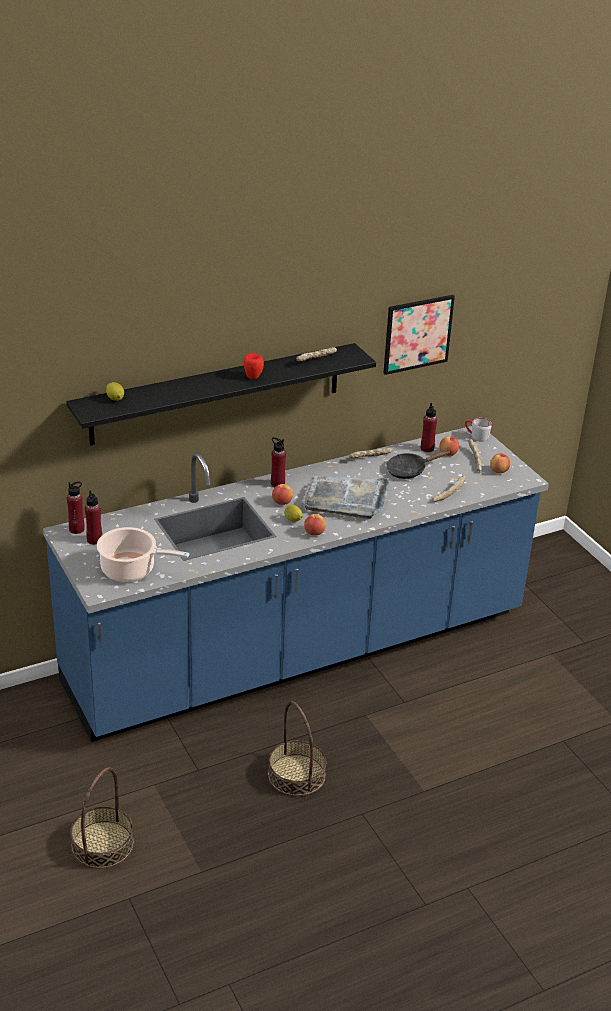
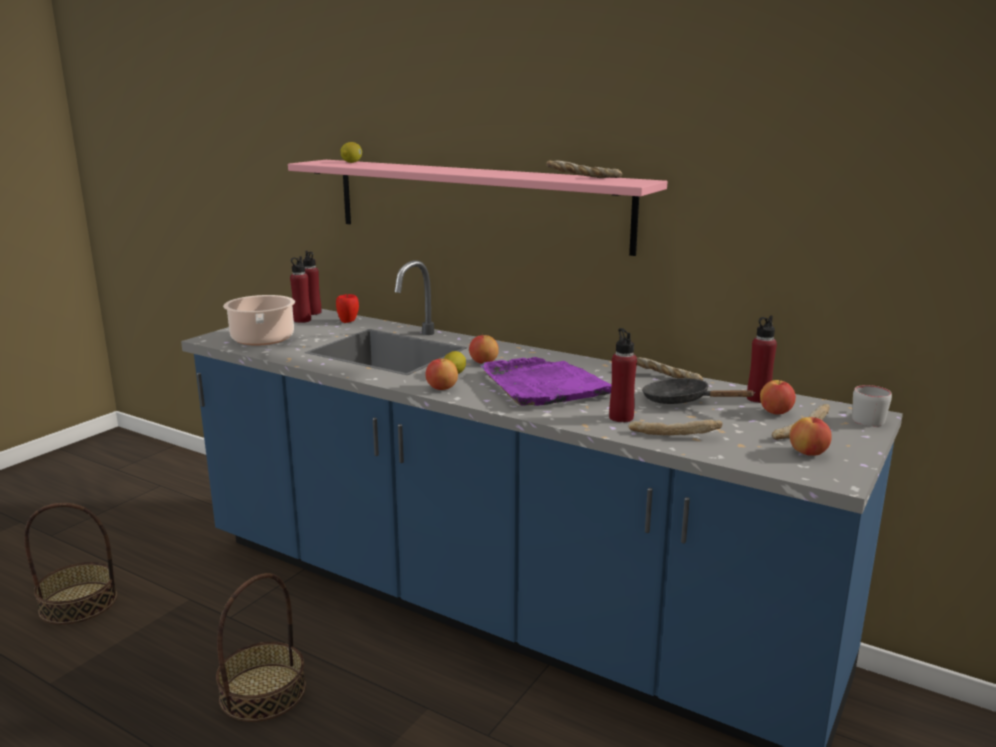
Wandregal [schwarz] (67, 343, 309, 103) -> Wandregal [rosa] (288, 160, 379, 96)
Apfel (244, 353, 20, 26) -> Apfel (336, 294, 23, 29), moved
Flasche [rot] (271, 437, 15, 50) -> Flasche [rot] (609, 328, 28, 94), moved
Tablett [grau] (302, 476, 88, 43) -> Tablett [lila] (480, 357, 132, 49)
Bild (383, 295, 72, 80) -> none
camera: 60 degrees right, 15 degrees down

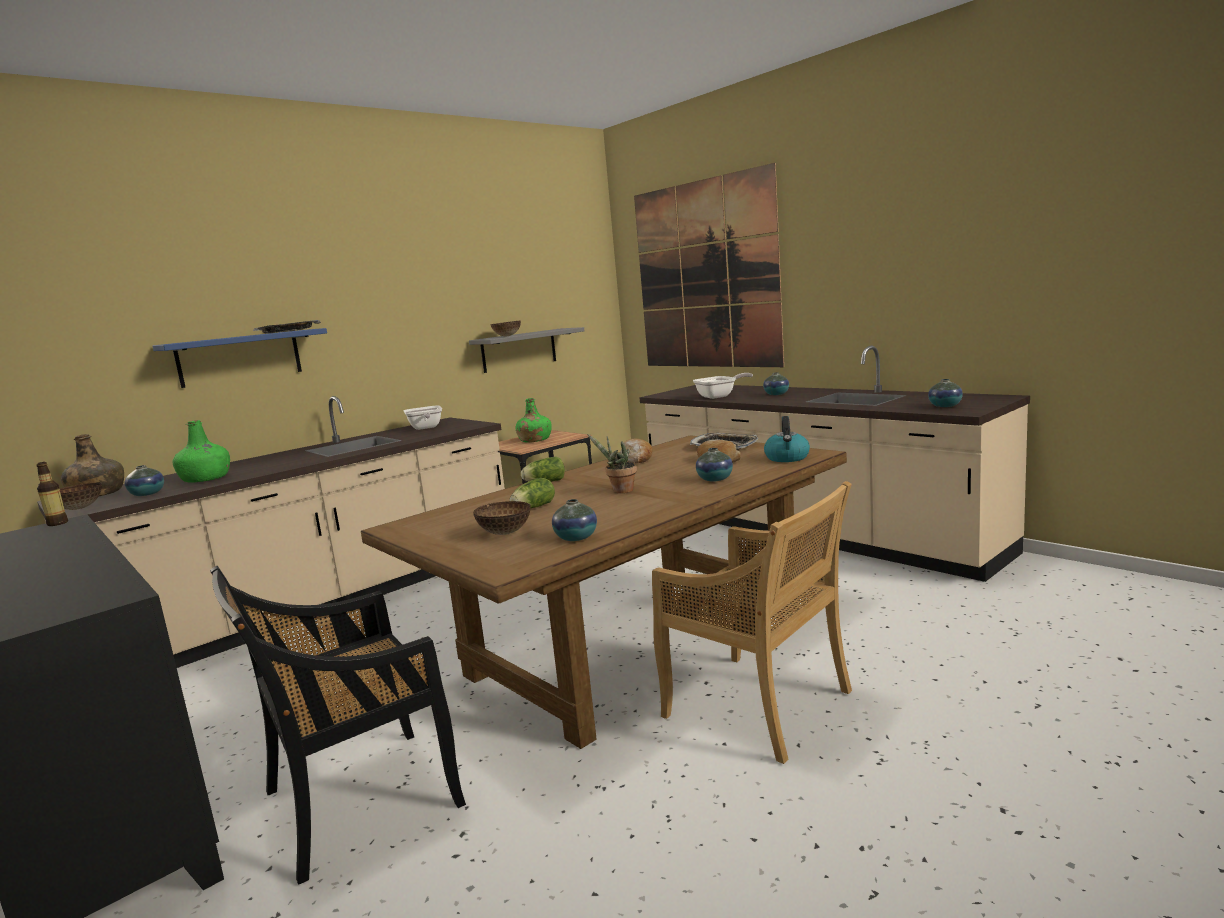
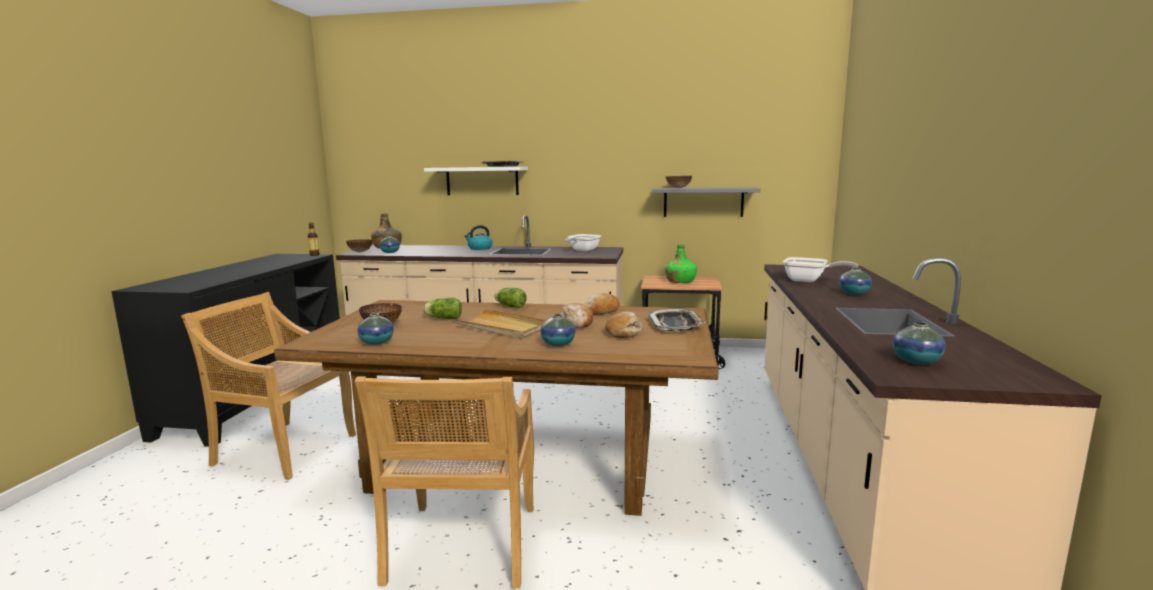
Wandregal [blau] (152, 328, 175, 60) -> Wandregal [weiß] (424, 167, 104, 28)
Flasche [grün] (172, 420, 58, 63) -> none
Stuhl [schwarz] (210, 566, 256, 319) -> Stuhl [beige] (181, 292, 175, 188)
Topfpflanze (587, 434, 50, 59) -> Tablett [beige] (451, 308, 96, 31)
Bild (634, 163, 150, 204) -> none
Wasserkessel (764, 416, 46, 46) -> Wasserkessel (464, 225, 29, 25), moved
none -> Brot (561, 303, 32, 25)
camera: 50 degrees right, 0 degrees up

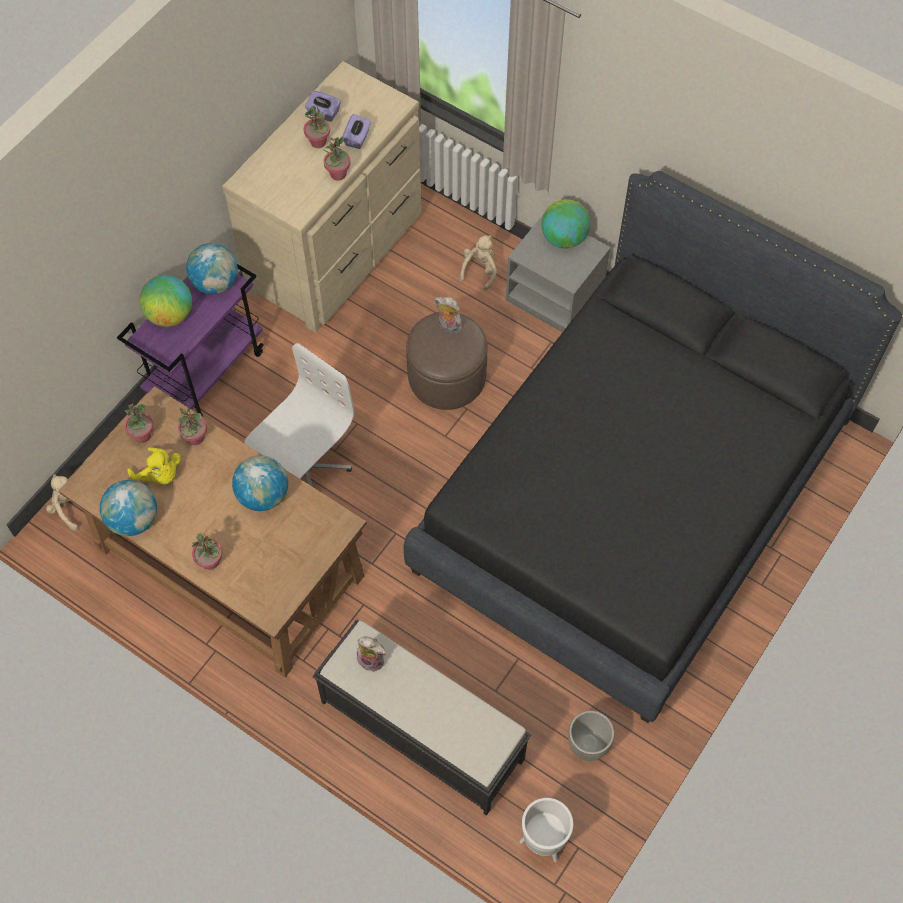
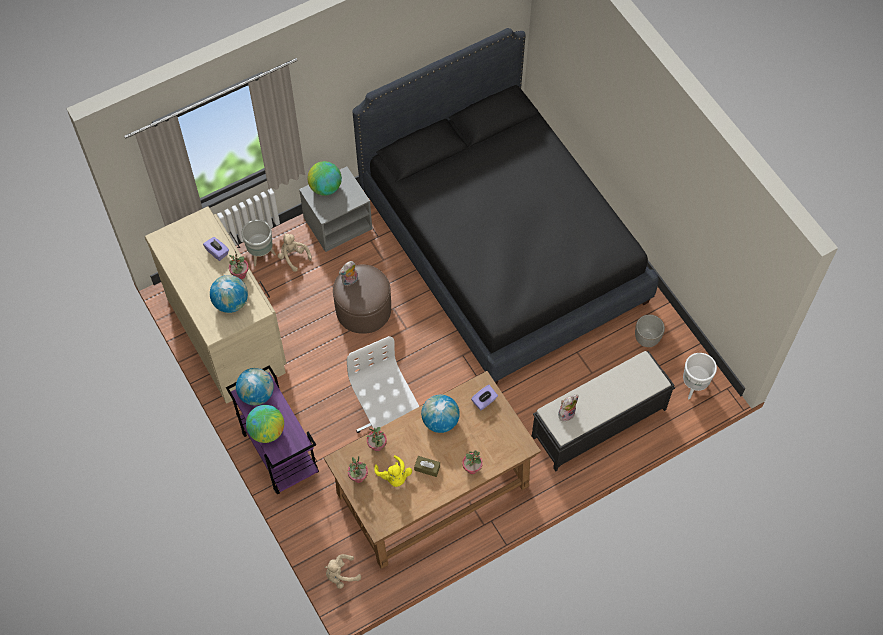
Globus (100, 480, 57, 56) -> Globus (210, 275, 38, 38), moved
Plüschtier [gelb] (127, 447, 54, 38) -> Plüschtier [gelb] (374, 455, 38, 32), 90 degrees clockwise
Topfpflanze (304, 105, 26, 43) -> none
Taschentuchbox [lila] (305, 91, 36, 31) -> Taschentuchbox [lila] (471, 385, 27, 25), moved
none -> Pflanzkübel [grau] (241, 220, 35, 46)
none -> Taschentuchbox [braun] (414, 456, 26, 21)
camera: 65 degrees left, 0 degrees up

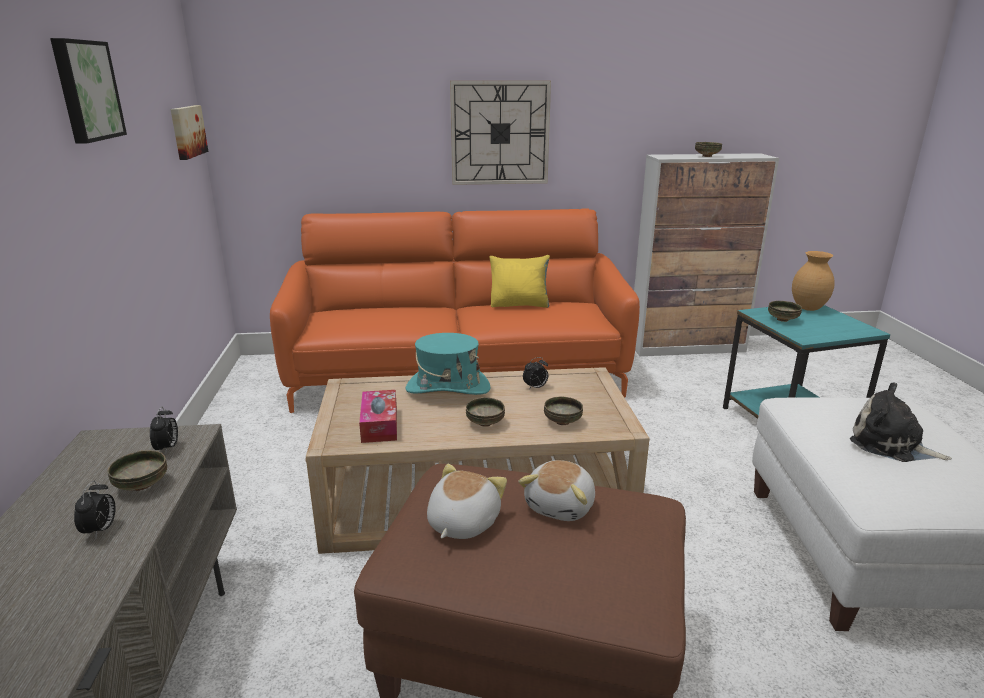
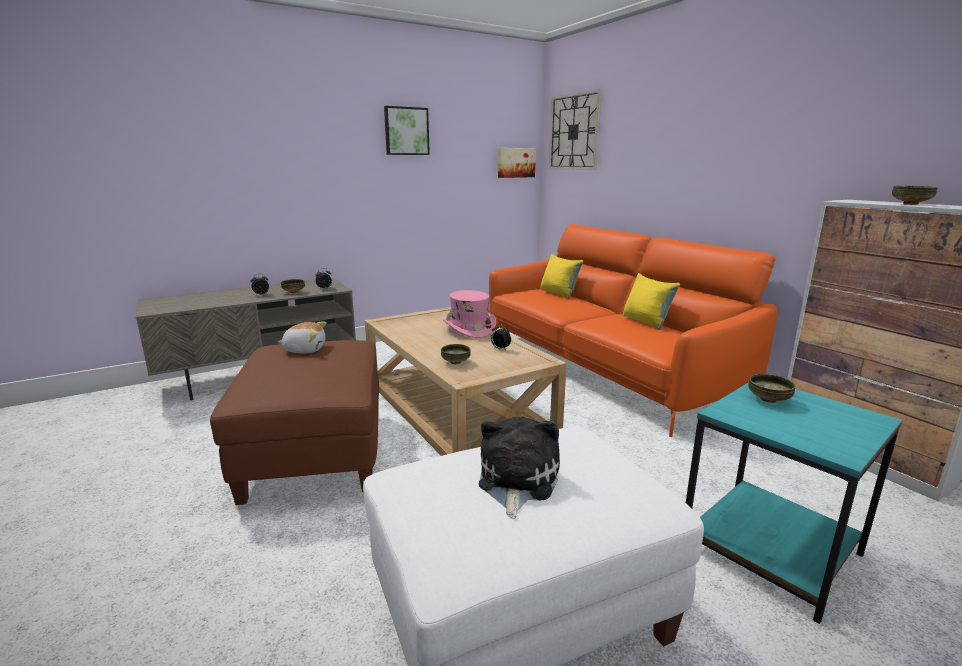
Taschentuchbox (359, 390, 38, 53) -> none
Hut [türkis] (406, 333, 85, 62) -> Hut [rosa] (443, 290, 53, 48)
Wanduhr (450, 80, 101, 105) -> Wanduhr (549, 89, 53, 81), moved
Schüssel (466, 398, 39, 29) -> none
Plüschtier (518, 460, 77, 61) -> none
Vase [braun] (792, 251, 43, 60) -> none
none -> Kissen [gelb] (540, 254, 43, 45)
camera: 65 degrees right, 5 degrees down

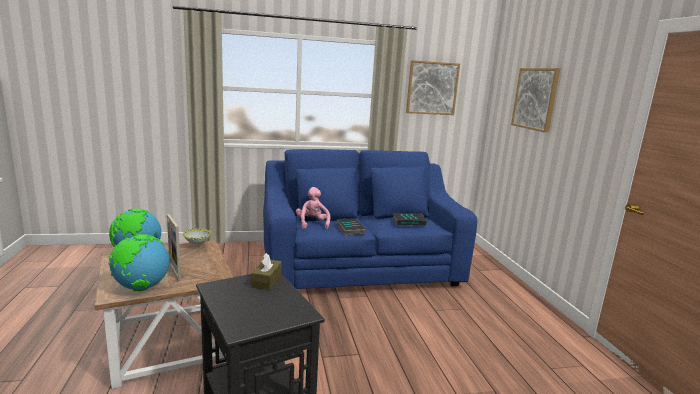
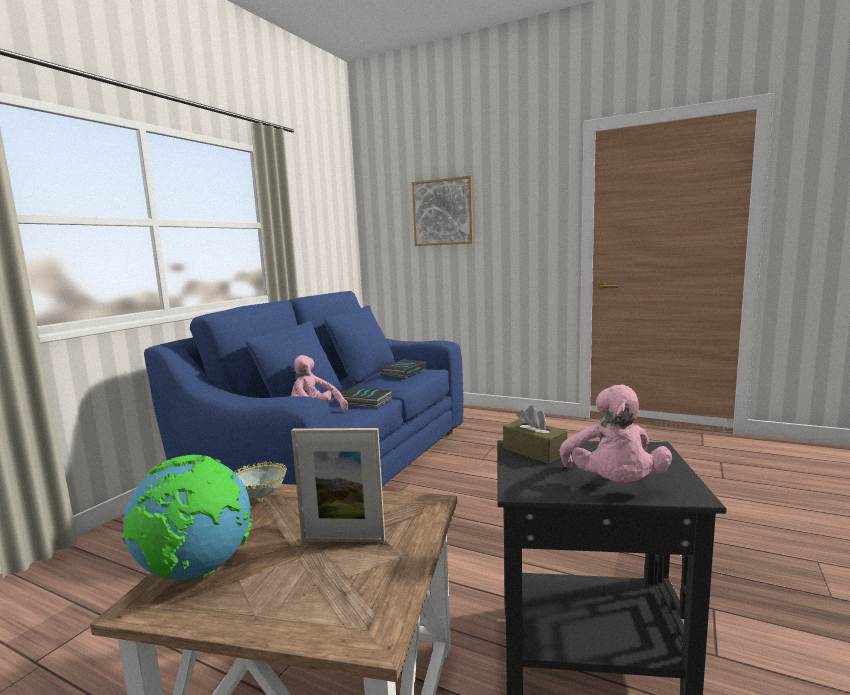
Globus (109, 234, 60, 57) -> none
Bild (406, 60, 54, 55) -> none
none -> Plüschtier [rosa] (559, 384, 113, 98)
camera: 50 degrees left, 5 degrees down

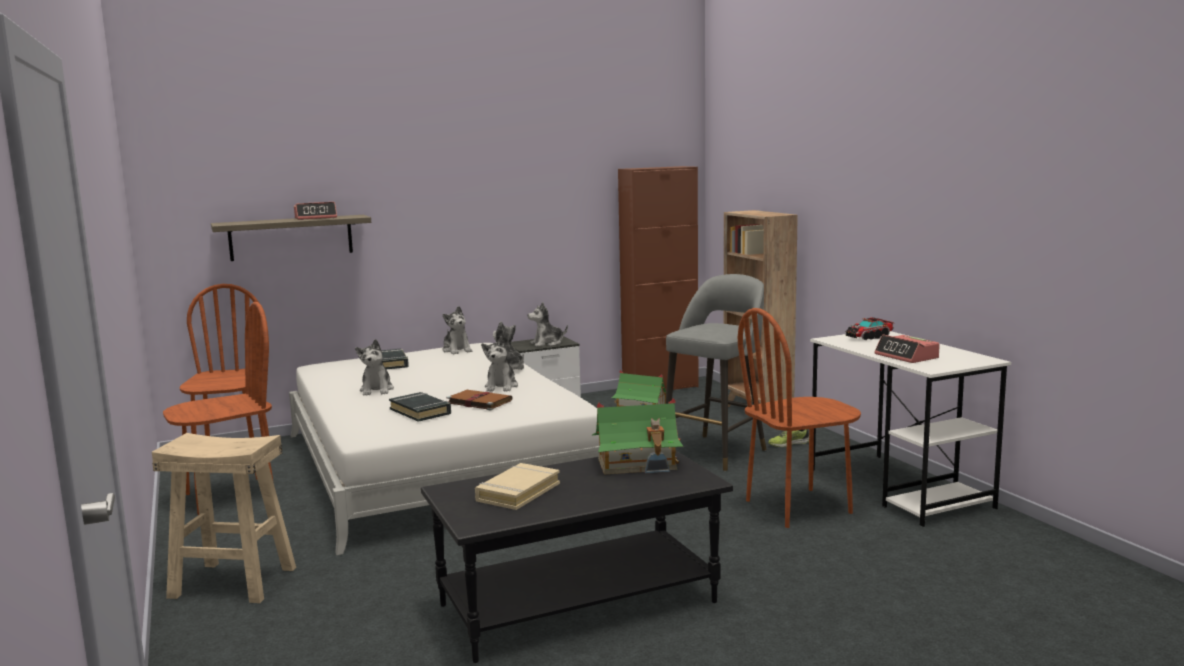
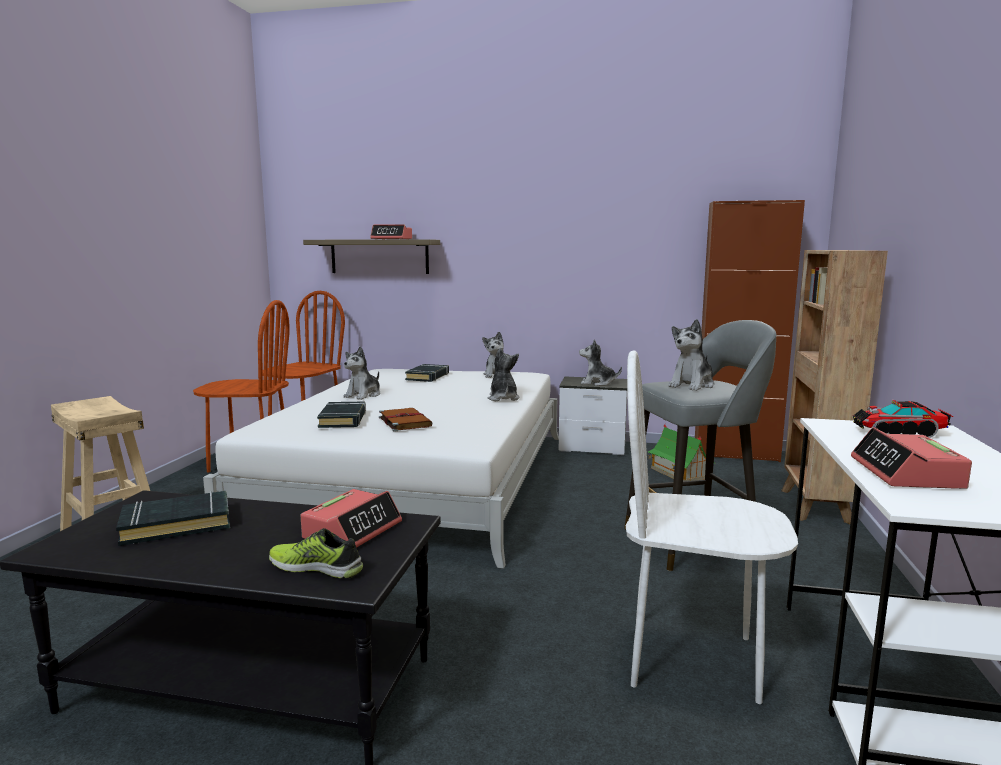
Buch [beige] (475, 463, 85, 47) -> Buch [schwarz] (116, 491, 114, 55)
Plüschtier (481, 336, 37, 56) -> Plüschtier (668, 319, 47, 72), moved
Spielzeughaus (592, 398, 92, 76) -> Wecker (301, 489, 101, 59)
Stuhl [braun] (738, 308, 123, 220) -> Stuhl [weiß] (626, 350, 172, 354)
Schuh (768, 429, 41, 18) -> Schuh (269, 528, 94, 50), moved
camera: 35 degrees right, 0 degrees up

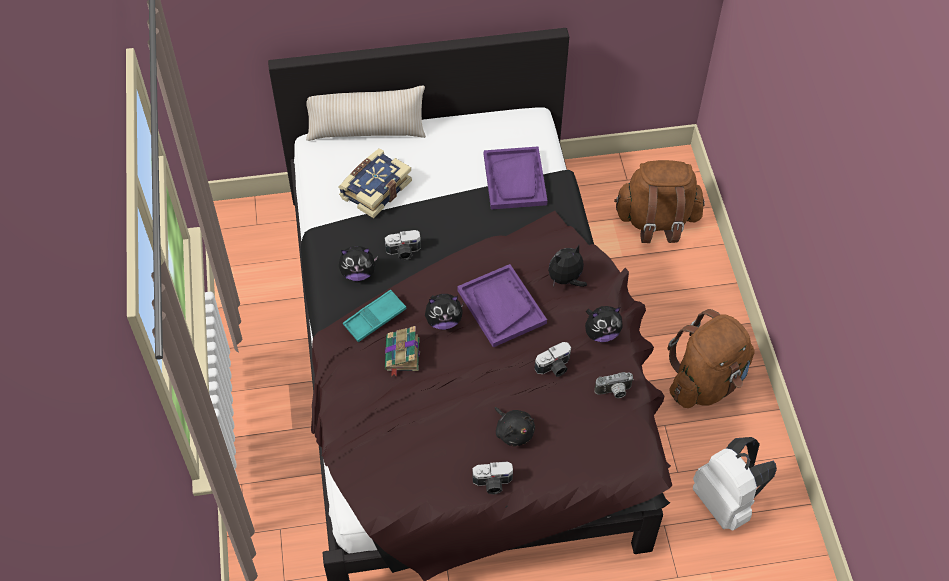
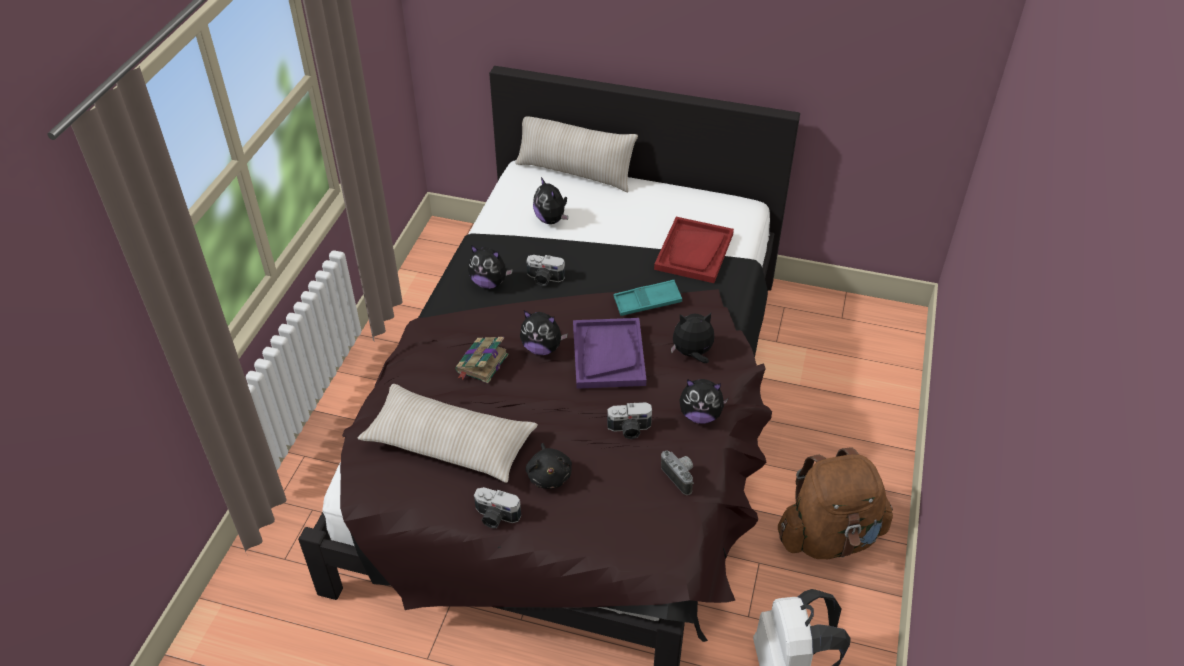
Buch (339, 148, 73, 70) -> Plüschtier (533, 177, 35, 47)
Tablett [türkis] (343, 290, 63, 52) -> Tablett [türkis] (614, 280, 68, 36), moved
Tablett [lila] (484, 146, 63, 63) -> Tablett [rot] (654, 217, 80, 66)
Kamera (594, 372, 40, 26) -> Kamera (661, 451, 33, 44), 135 degrees counterclockwise
Rucksack [braun] (614, 160, 91, 83) -> none
none -> Kissen [beige] (358, 384, 180, 99)
camera: 25 degrees right, 10 degrees down

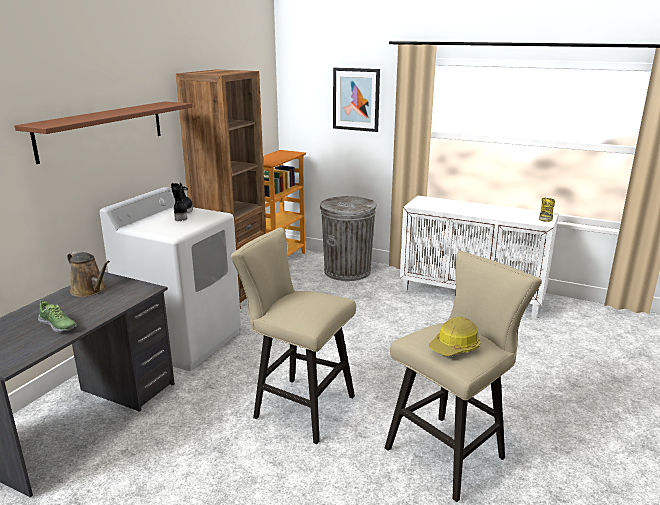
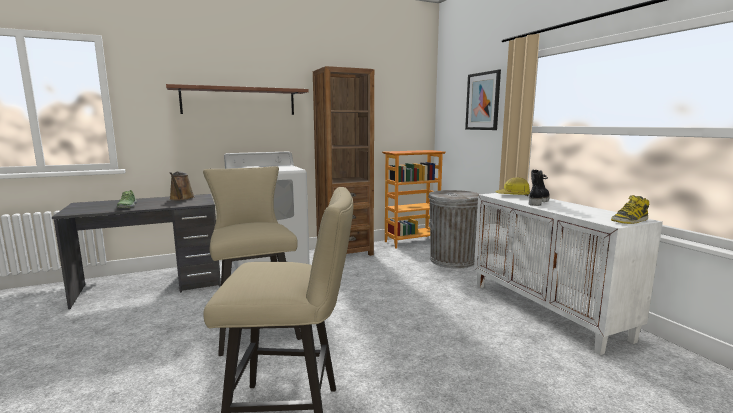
Stiefel [schwarz] (171, 182, 22, 39) -> Stiefel [schwarz] (529, 170, 21, 36), moved
Schutzhelm (429, 317, 51, 39) -> Schutzhelm (495, 177, 35, 19), moved
camera: 40 degrees right, 10 degrees down

